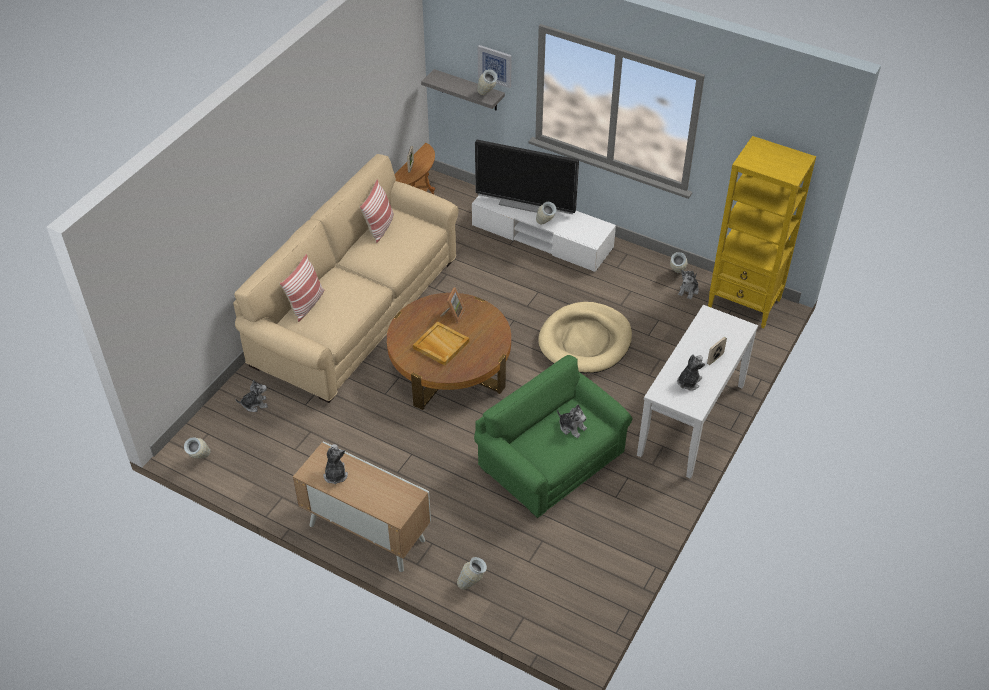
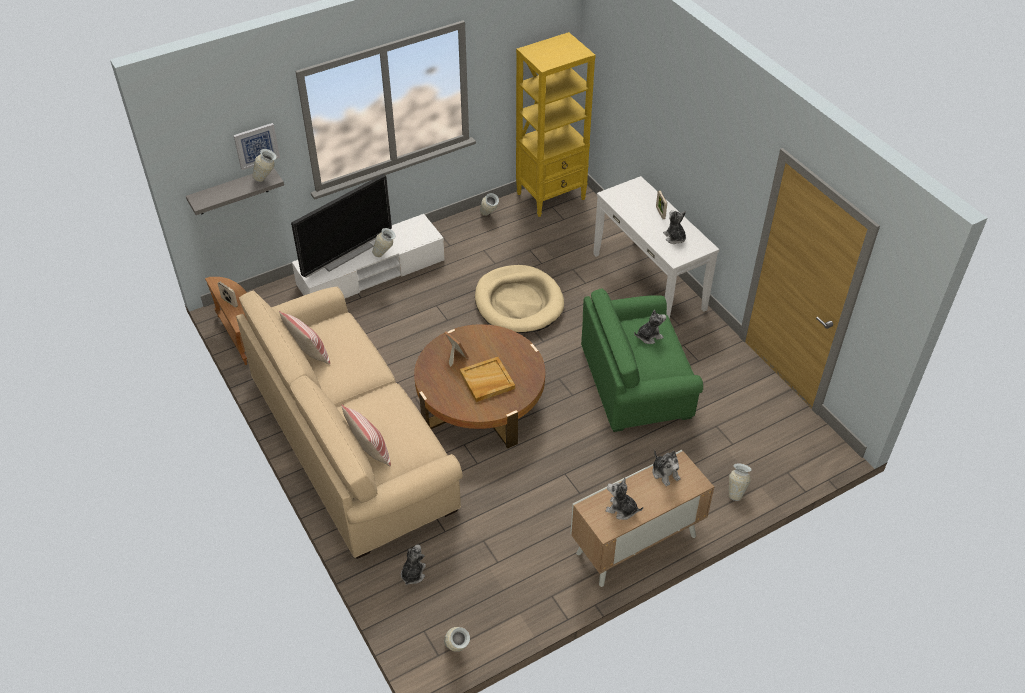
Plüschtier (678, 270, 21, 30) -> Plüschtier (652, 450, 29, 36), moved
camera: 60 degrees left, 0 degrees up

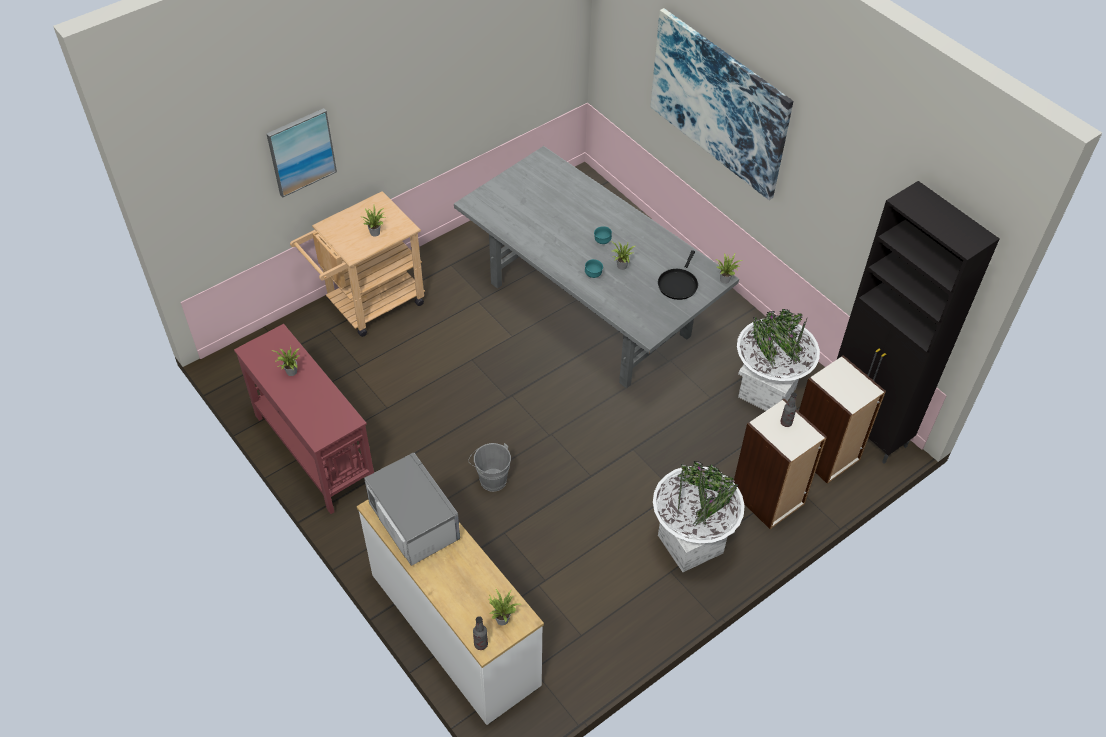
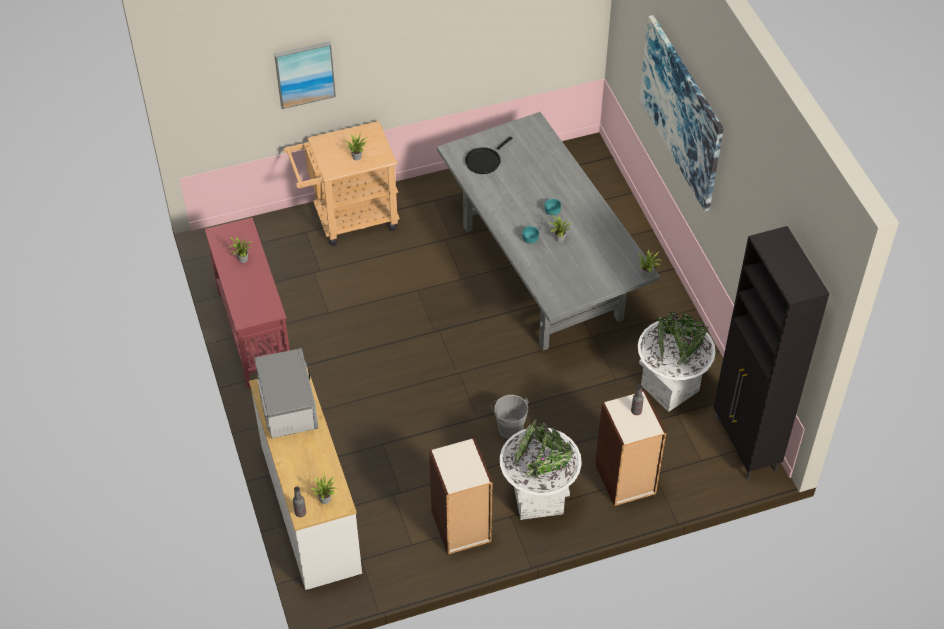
Eimer [grau] (468, 443, 43, 49) -> Eimer [grau] (491, 395, 37, 44), moved
Pfanne [schwarz] (658, 250, 40, 50) -> Pfanne [schwarz] (465, 136, 47, 38), moved
Bücherregal (799, 355, 87, 129) -> Bücherregal (429, 438, 64, 117), moved
camera: 20 degrees right, 0 degrees up

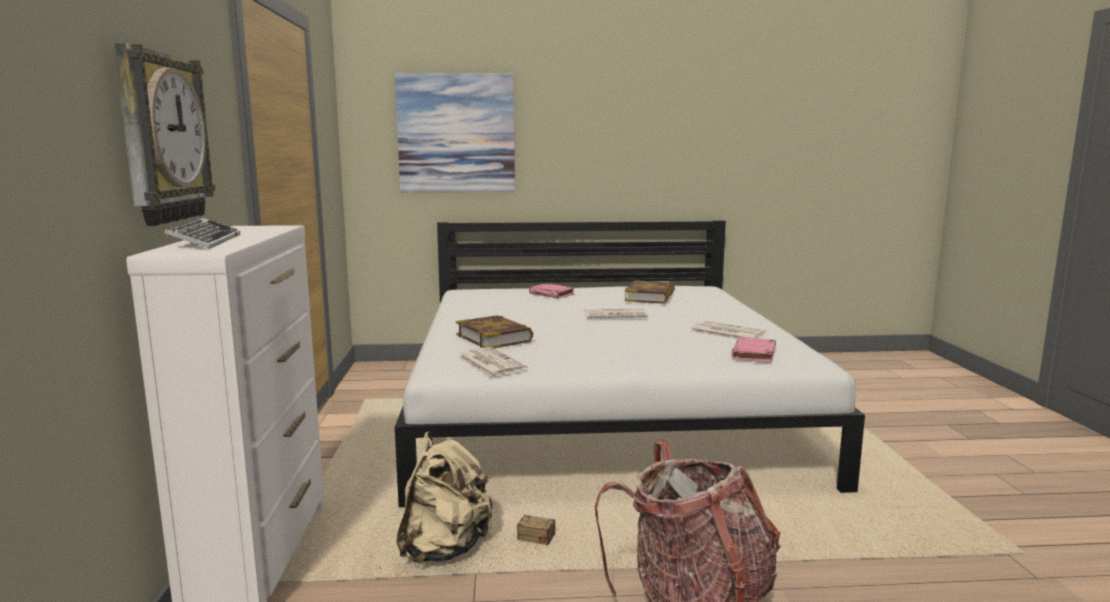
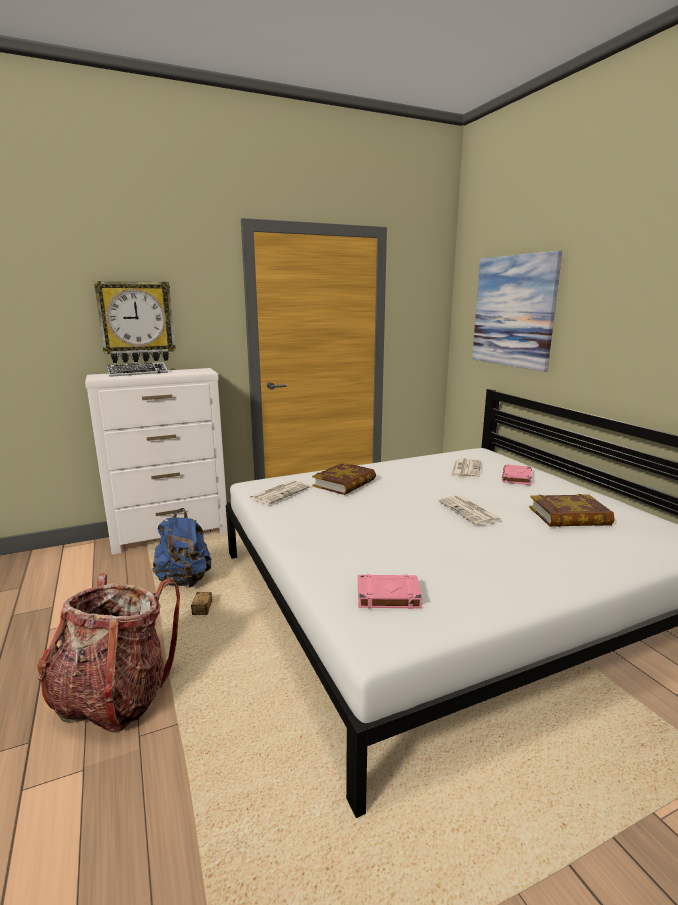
Rucksack [beige] (396, 432, 97, 131) -> Rucksack [blau] (152, 508, 59, 79)
Zeitung (691, 321, 75, 18) -> Zeitung (451, 458, 30, 20), moved
camera: 70 degrees right, 5 degrees up

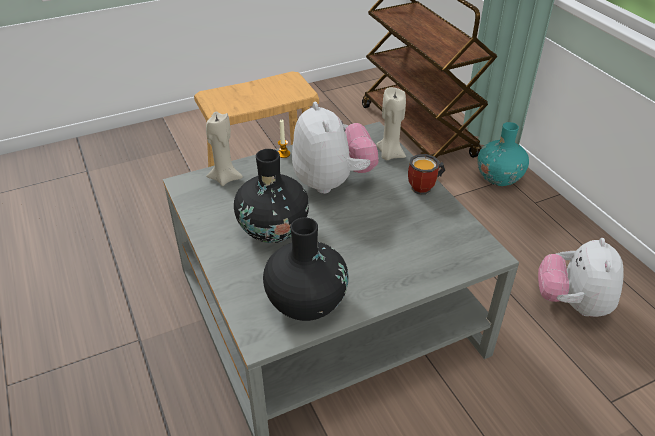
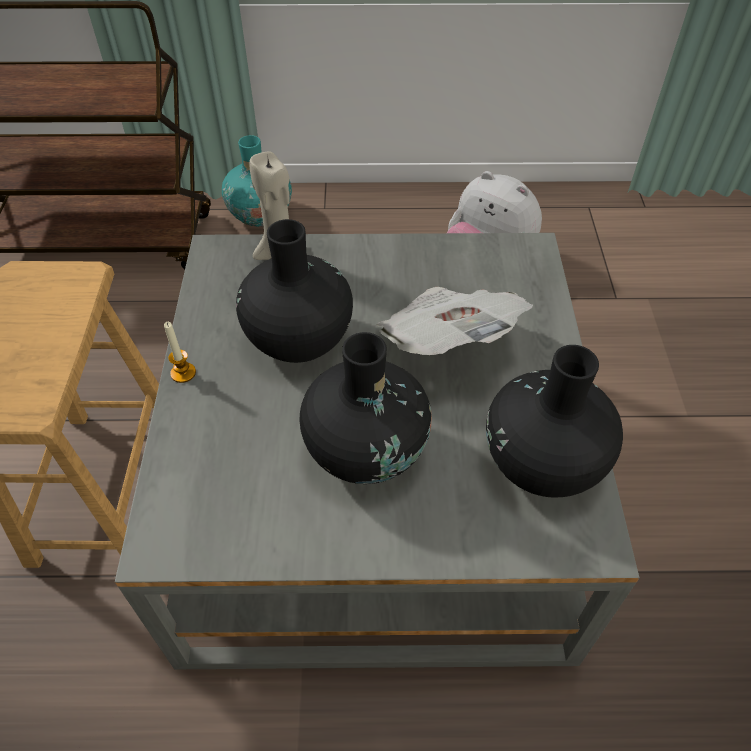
Kerze [beige] (206, 112, 37, 74) -> none
Plüschtier (292, 102, 87, 92) -> Vase [schwarz] (236, 219, 117, 144)
Henkelbecher (408, 154, 38, 41) -> none
none -> Zeitung (376, 287, 157, 68)
camera: 65 degrees left, 10 degrees up

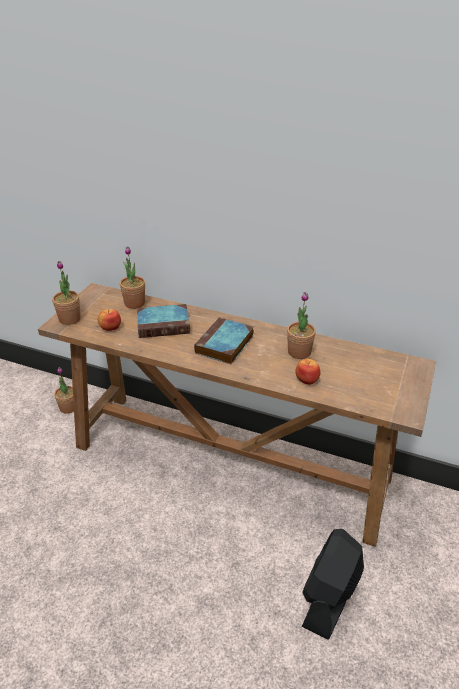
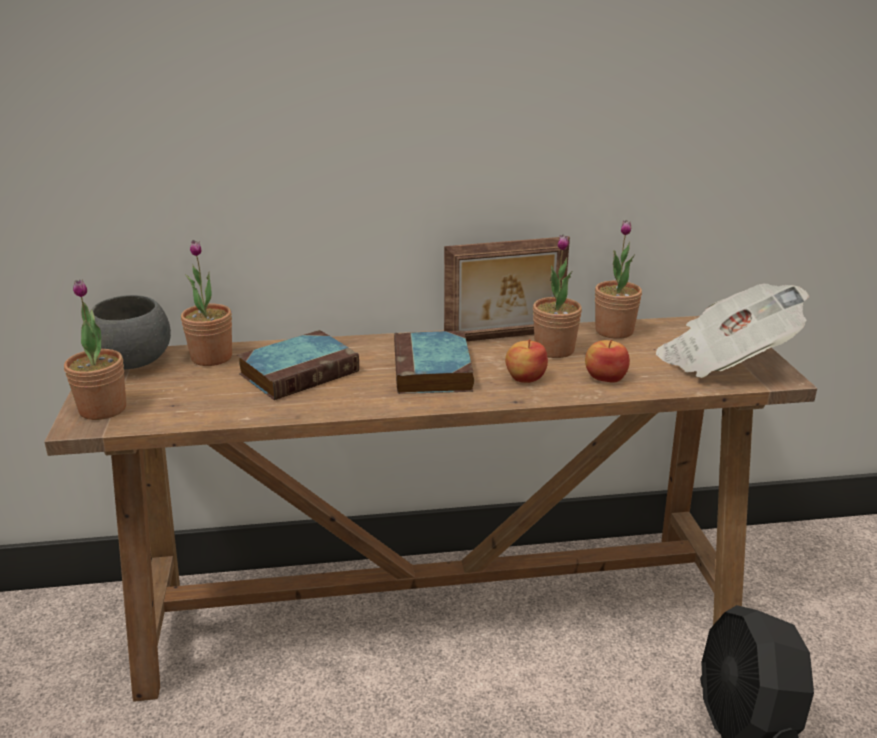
Topfpflanze (54, 367, 20, 47) -> Topfpflanze (595, 220, 47, 119), moved
Apfel (98, 309, 23, 22) -> Apfel (505, 339, 43, 44), moved
none -> Schüssel [grau] (89, 295, 82, 74)
none -> Bilderrahmen (444, 236, 126, 105)
none -> Zeitung (656, 283, 154, 95)
camera: 30 degrees left, 10 degrees down

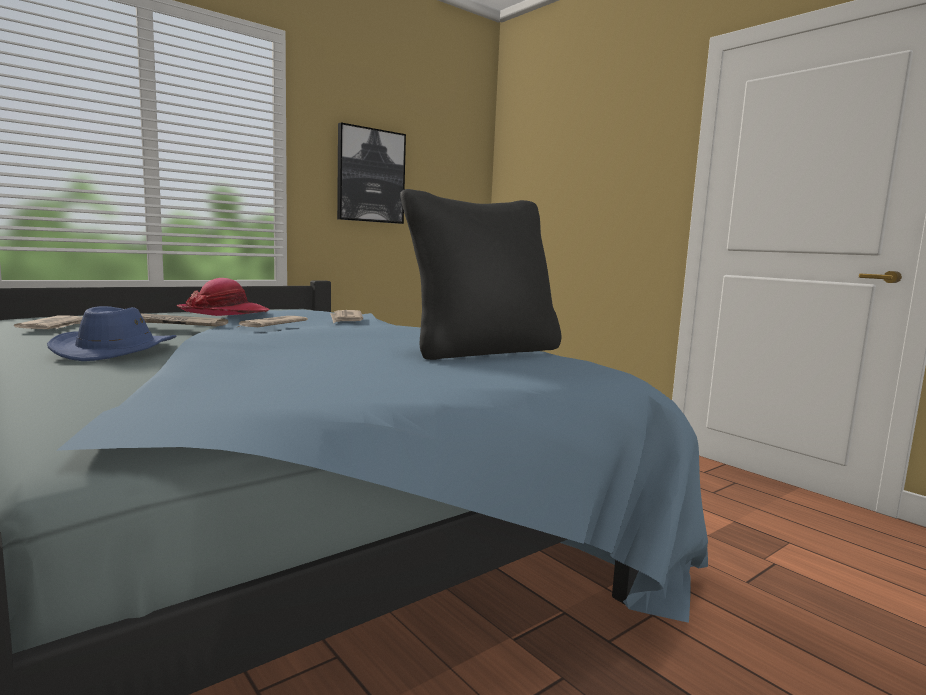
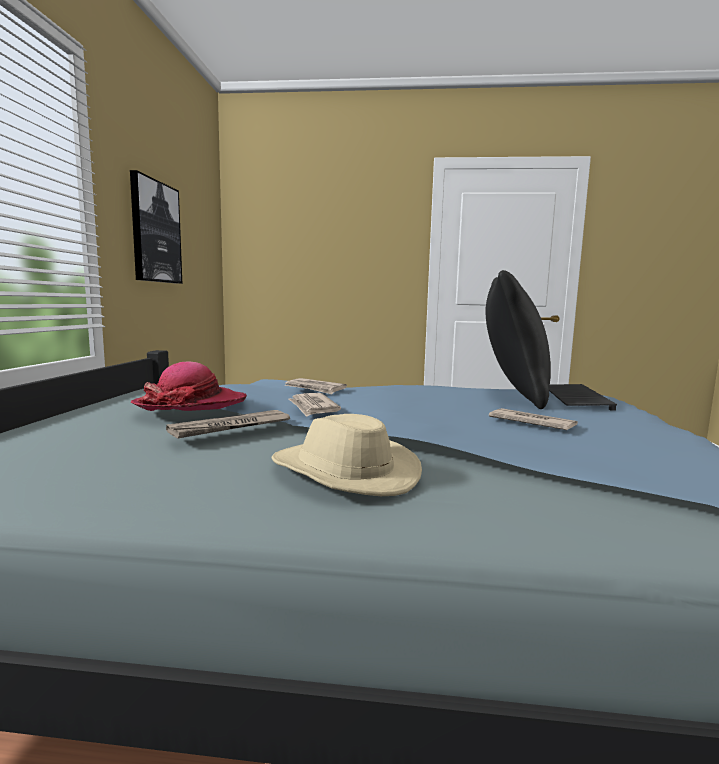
Zeitung (14, 315, 69, 14) -> Zeitung (489, 408, 89, 22), moved
Hut [blau] (47, 306, 129, 55) -> Hut [beige] (271, 414, 151, 82)
none -> Tastatur (549, 384, 68, 27)
camera: 45 degrees left, 0 degrees up

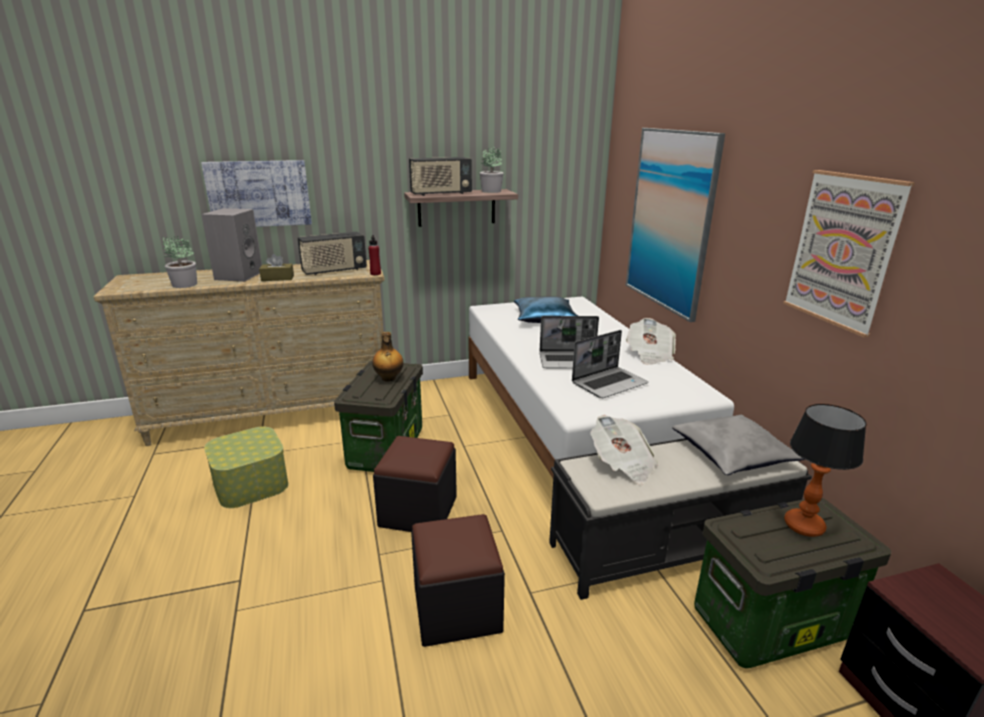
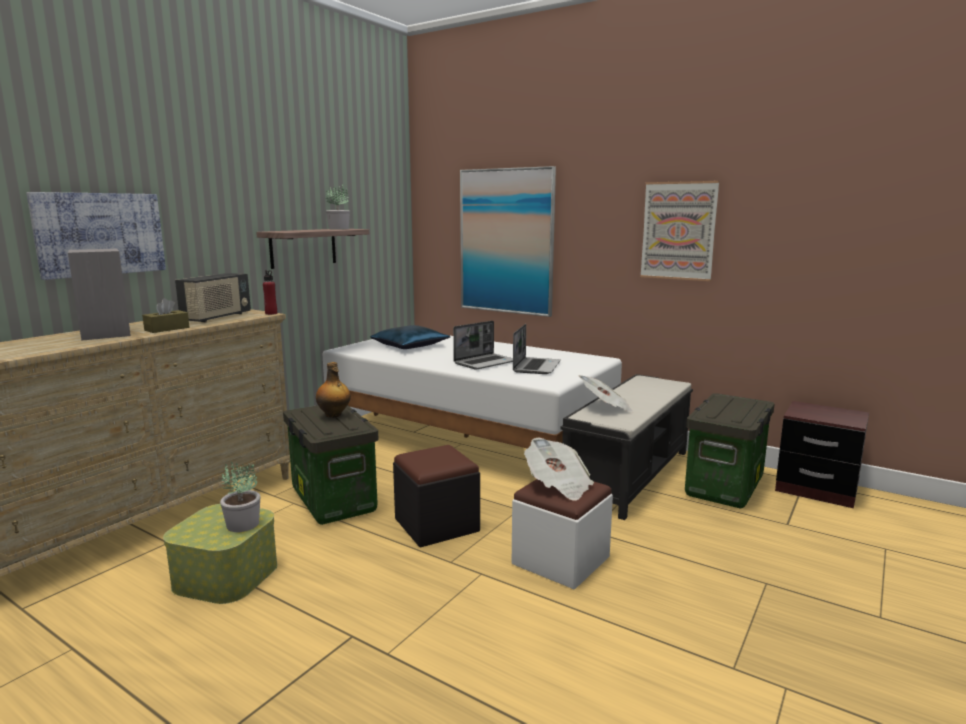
Topfpflanze (162, 236, 35, 52) -> Topfpflanze (220, 462, 40, 70), moved
Radio (409, 157, 63, 39) -> none
Polsterhocker [schwarz] (411, 514, 94, 133) -> Polsterhocker [weiß] (512, 479, 101, 110)
Zeitung (626, 318, 50, 47) -> Zeitung (524, 438, 70, 63), moved
Kissen [grau] (672, 415, 133, 60) -> none
Tischlampe (784, 404, 83, 133) -> none
camera: 40 degrees left, 10 degrees down

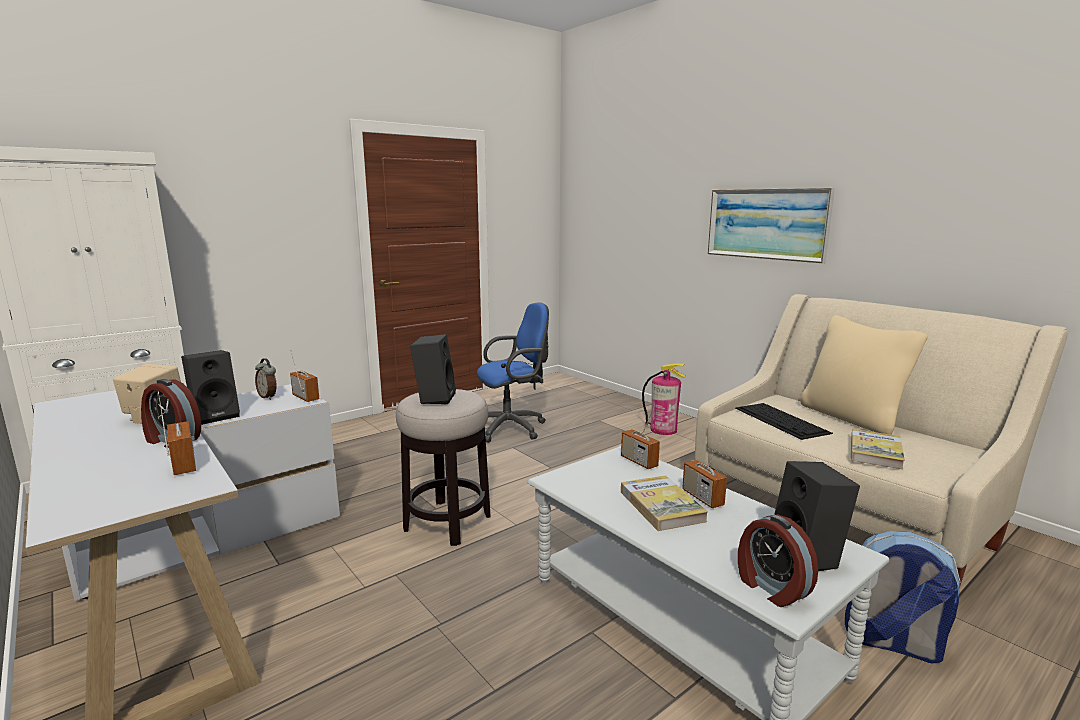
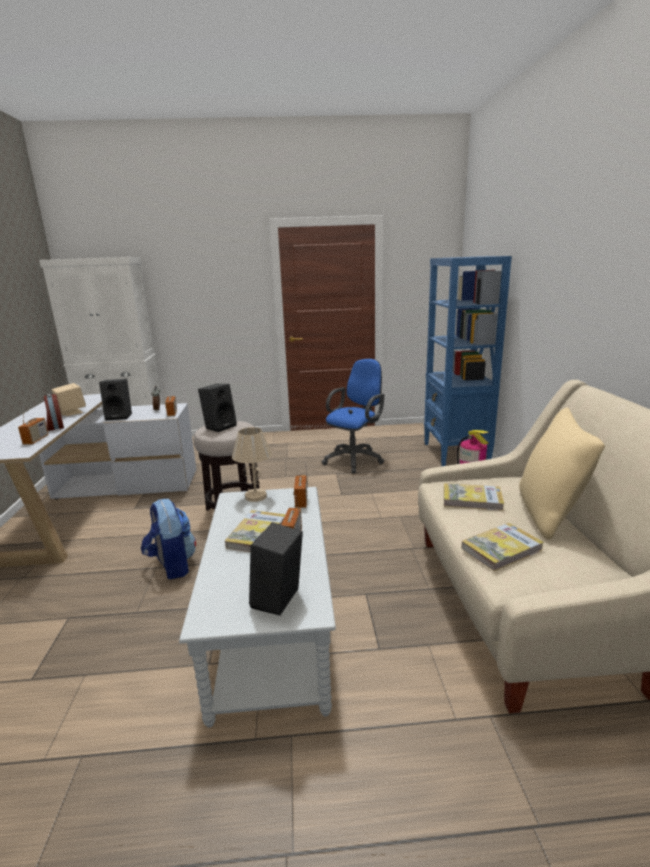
Bürostuhl [blau] (477, 303, 72, 140) -> Bürostuhl [blau] (322, 359, 62, 114), 60 degrees counterclockwise
Bild (708, 188, 127, 75) -> none
Tastatur (735, 403, 98, 37) -> Buch (444, 483, 60, 28)
Wecker (738, 514, 80, 93) -> none
Rucksack (845, 531, 116, 133) -> Rucksack (141, 499, 55, 80), moved
none -> Tischlampe [beige] (232, 427, 40, 75)
none -> Bücherregal [blau] (424, 256, 88, 210)
camera: 35 degrees right, 5 degrees up

